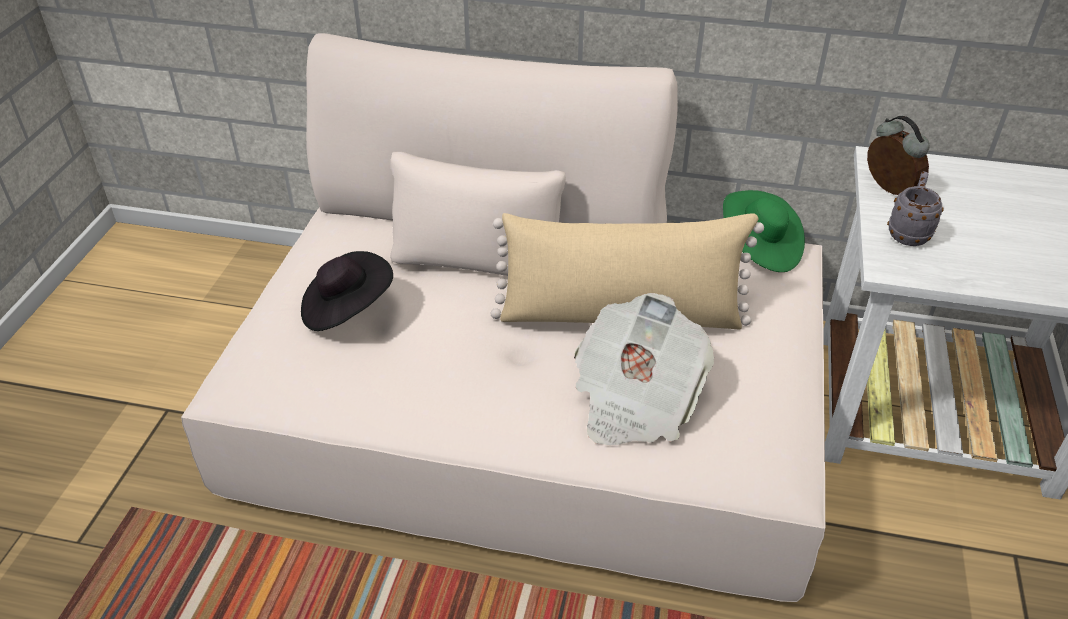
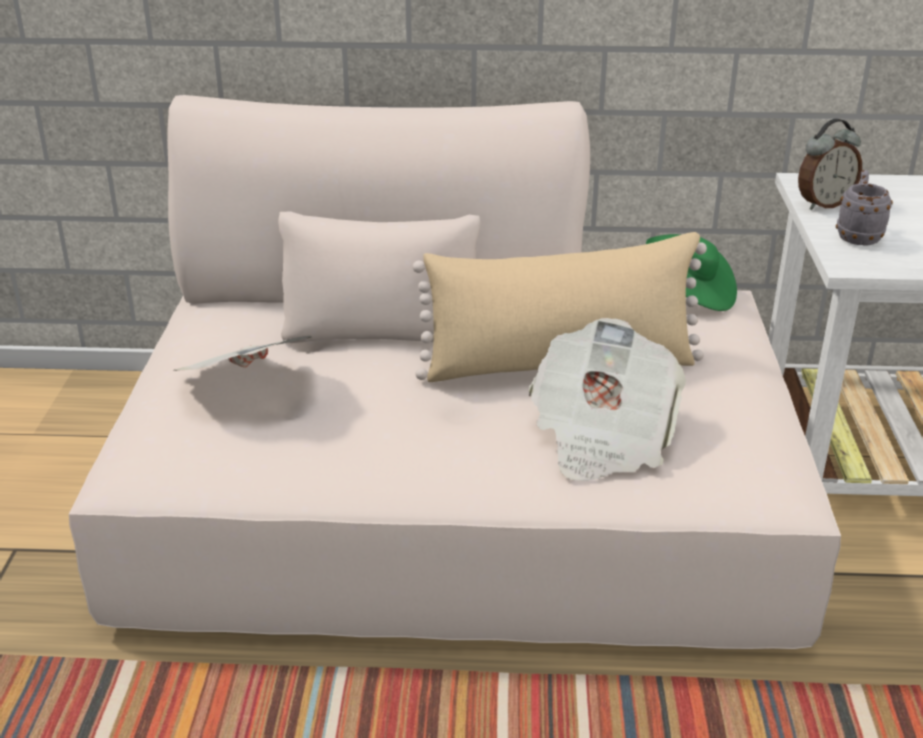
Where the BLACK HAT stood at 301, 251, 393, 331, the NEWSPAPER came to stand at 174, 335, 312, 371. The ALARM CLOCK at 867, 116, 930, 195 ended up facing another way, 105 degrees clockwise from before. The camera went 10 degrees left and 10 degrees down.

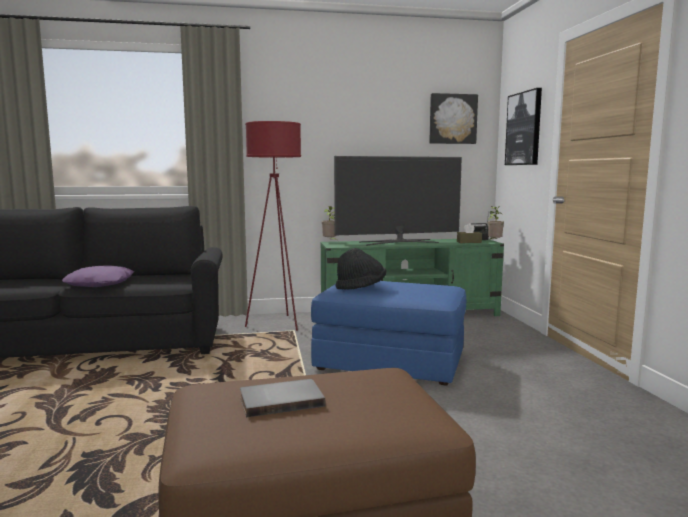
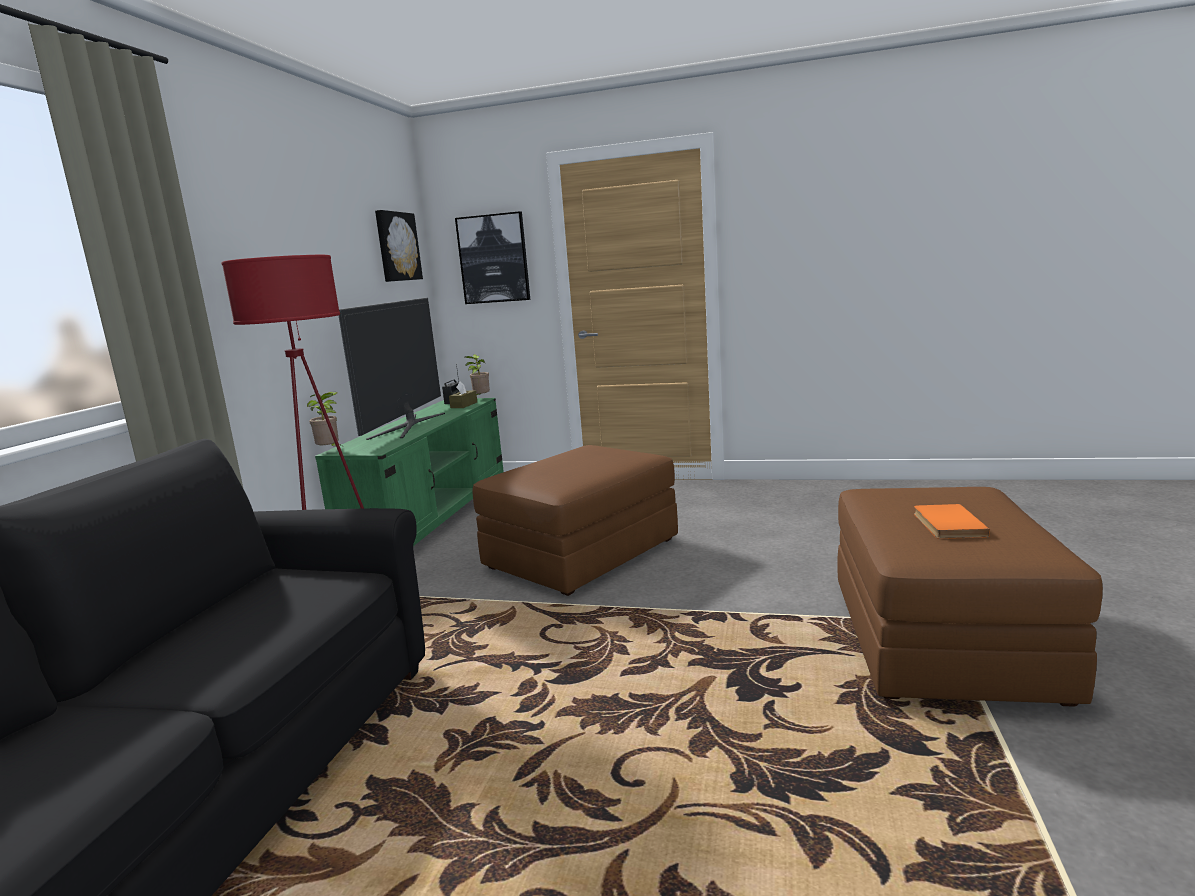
The second view lost the PURPLE PILLOW at 62, 265, 134, 287. The second view lost the BLACK HAT at 335, 248, 386, 290. What was the GREY BOOK at 240, 379, 325, 417 turned into the ORANGE BOOK at 914, 504, 990, 539. What was the BLUE OTTOMAN at 311, 281, 466, 386 turned into the BROWN OTTOMAN at 473, 445, 678, 596. The camera went 65 degrees left and 5 degrees up.

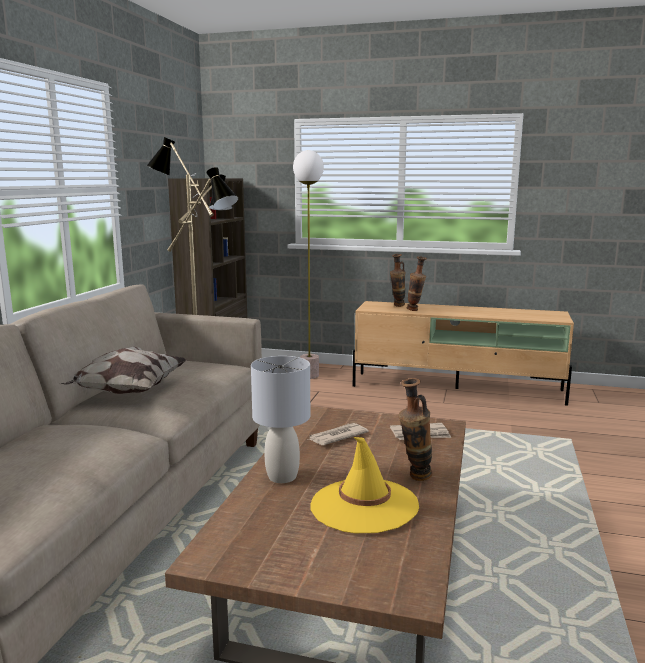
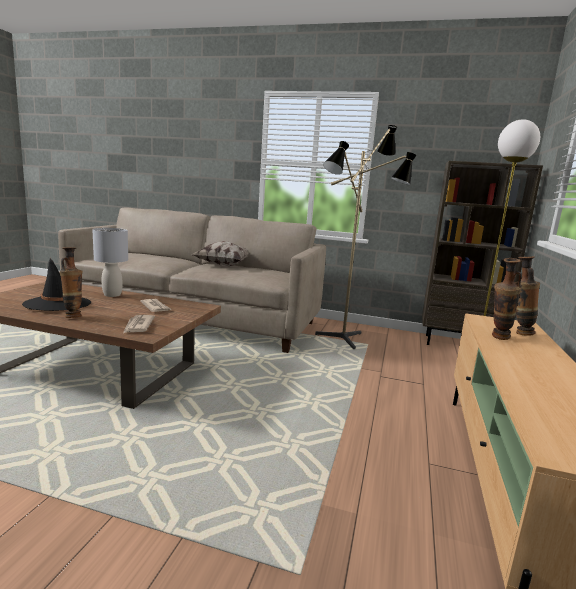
What was the YELLOW HAT at 311, 437, 419, 533 turned into the BLACK HAT at 22, 258, 91, 311. The camera went 90 degrees right and 0 degrees up.

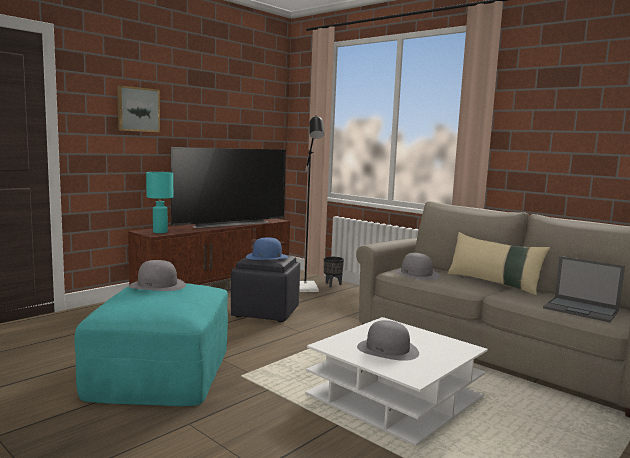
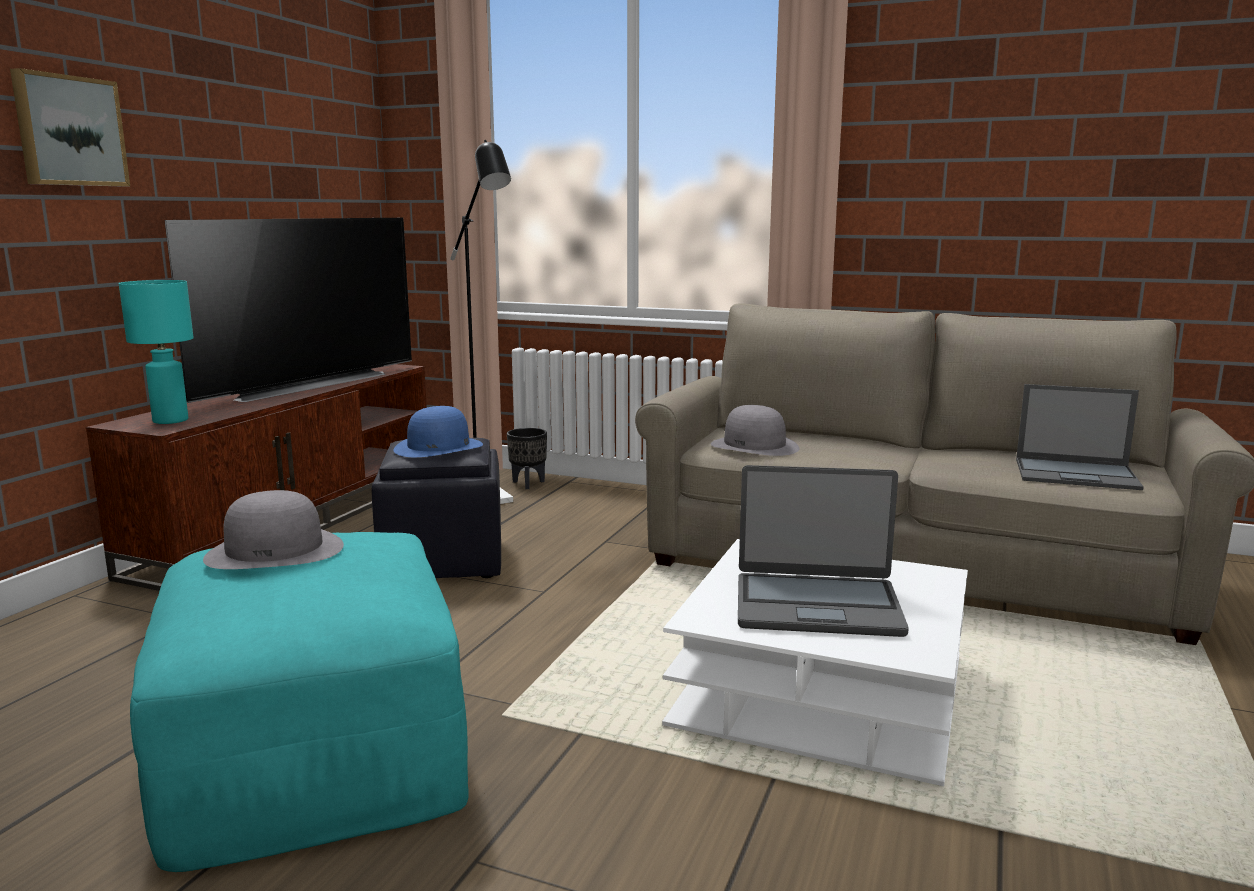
The second view lost the BEIGE PILLOW at 448, 232, 550, 295. Where the GREY HAT stood at 357, 320, 419, 361, the LAPTOP came to stand at 738, 465, 909, 637. The camera went 20 degrees left and 5 degrees up.

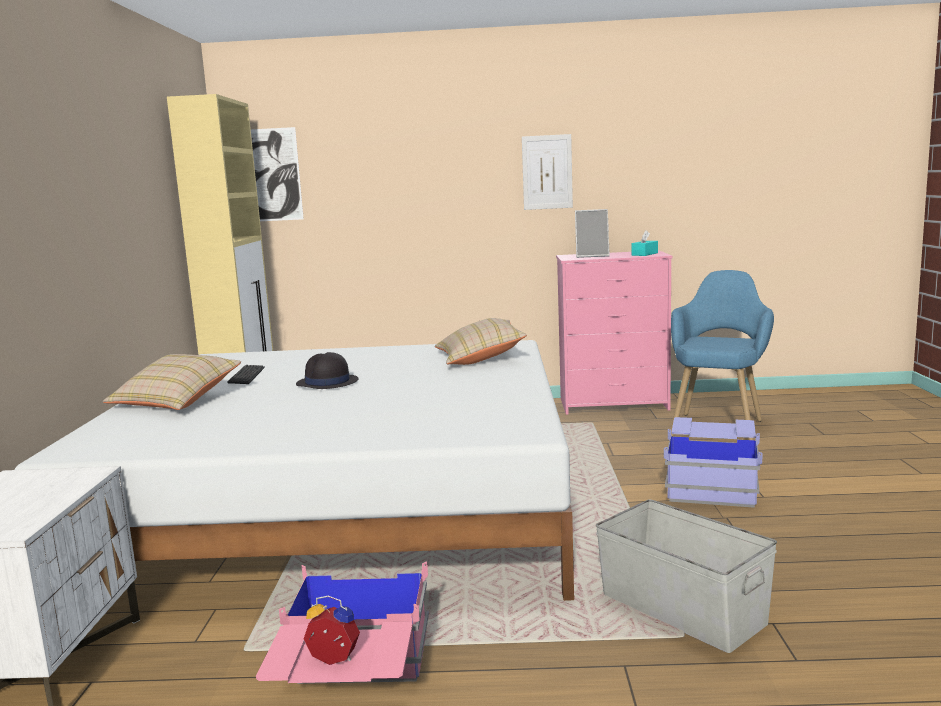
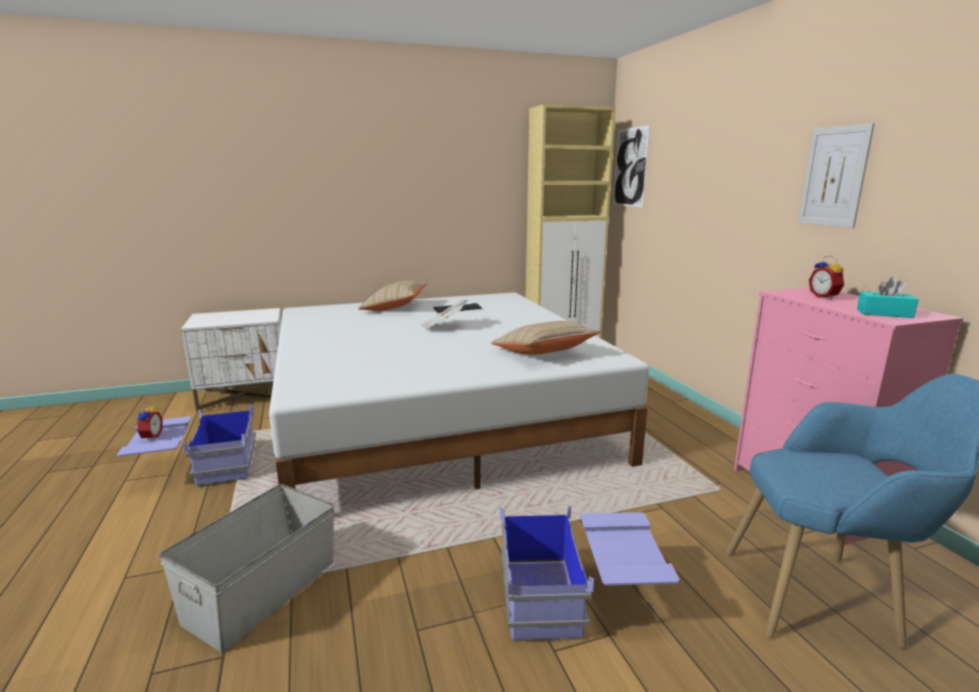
Where the BLACK HAT stood at 296, 352, 358, 389, the NEWSPAPER came to stand at 421, 299, 468, 329. Where the PICTURE FRAME stood at 575, 209, 610, 258, the ALARM CLOCK came to stand at 809, 256, 844, 299. What was the PINK STORAGE BOX at 256, 561, 429, 684 turned into the BLUE STORAGE BOX at 117, 404, 256, 487. The camera went 70 degrees right and 5 degrees up.

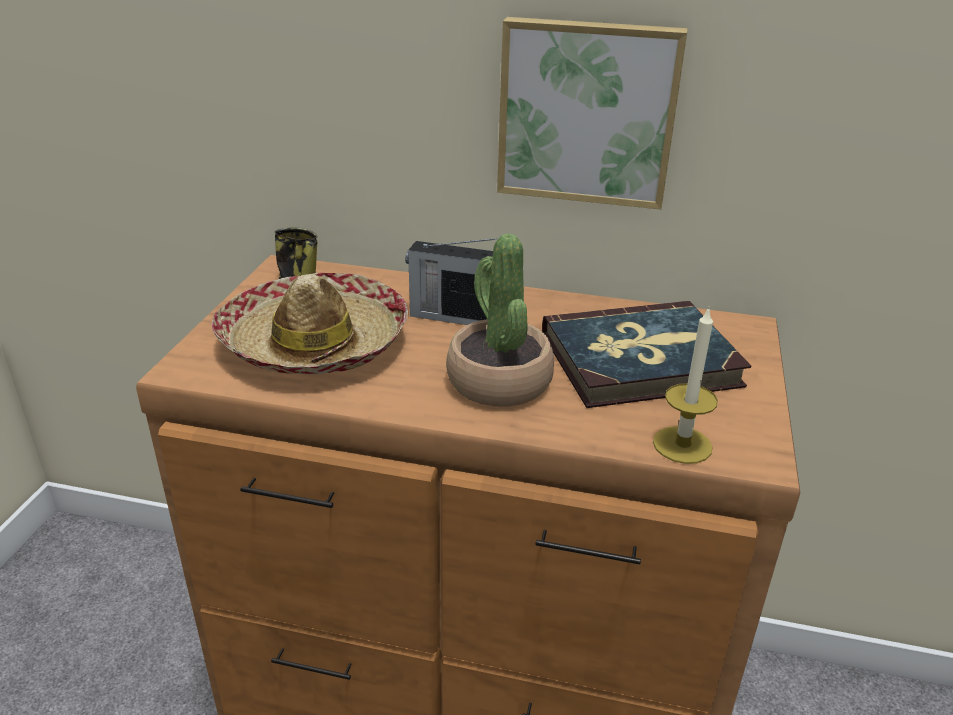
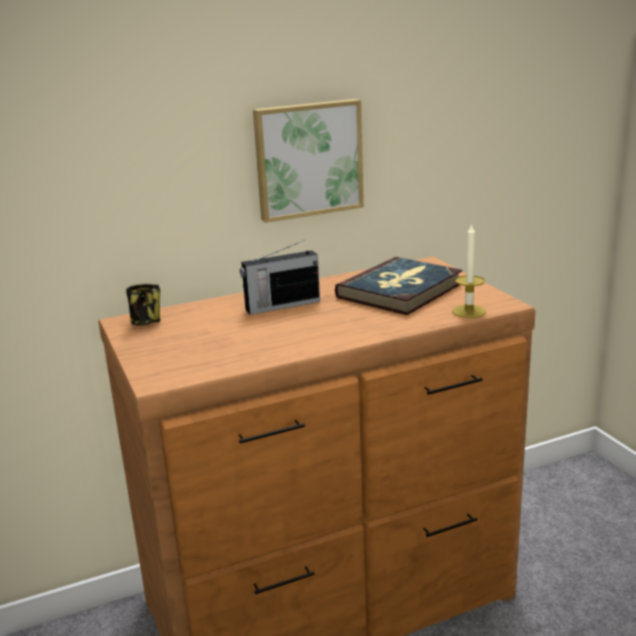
The second view lost the HAT at 212, 273, 408, 374. The second view lost the POTTED PLANT at 446, 234, 554, 406. The camera went 35 degrees left and 10 degrees down.

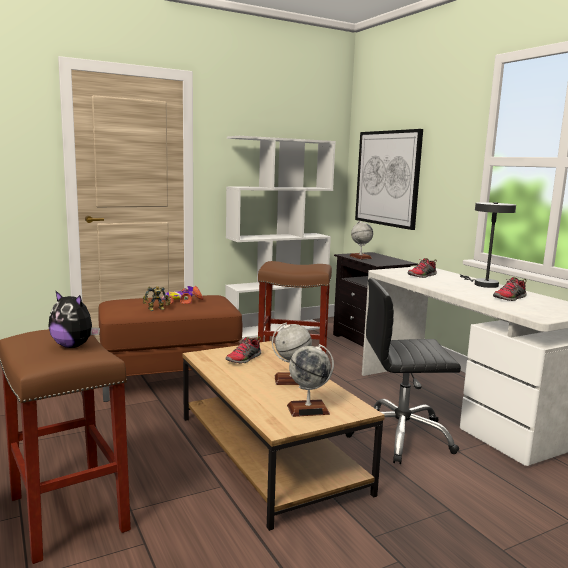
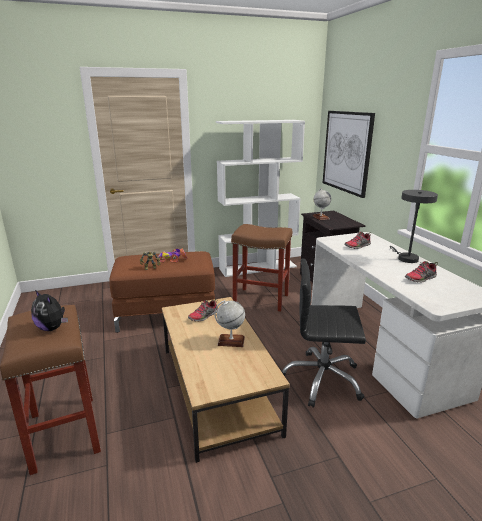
The second view lost the GLOBE at 287, 344, 334, 417. The camera went 10 degrees right and 10 degrees up.

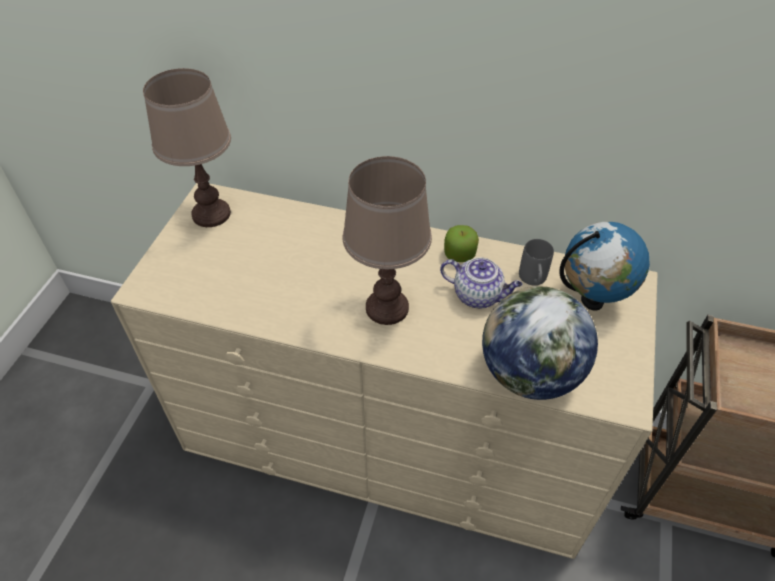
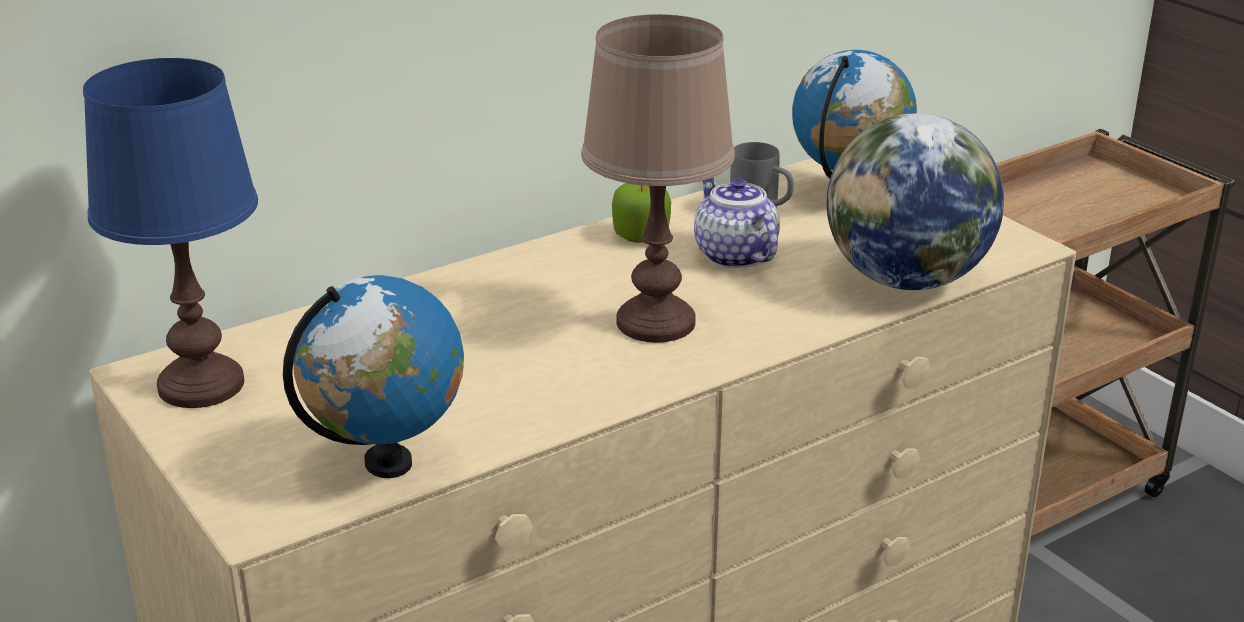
The second view gained the GLOBE at 283, 275, 464, 478. What was the BROWN TABLE LAMP at 143, 68, 231, 227 turned into the BLUE TABLE LAMP at 83, 58, 258, 408. The TEAPOT at 440, 257, 522, 308 ended up facing another way, 90 degrees counterclockwise from before. The camera went 50 degrees left and 20 degrees down.

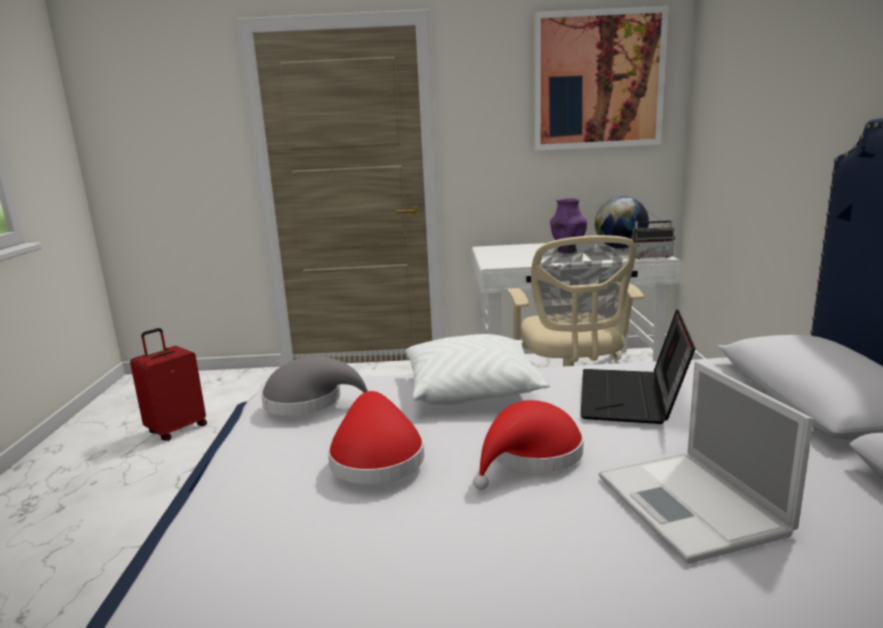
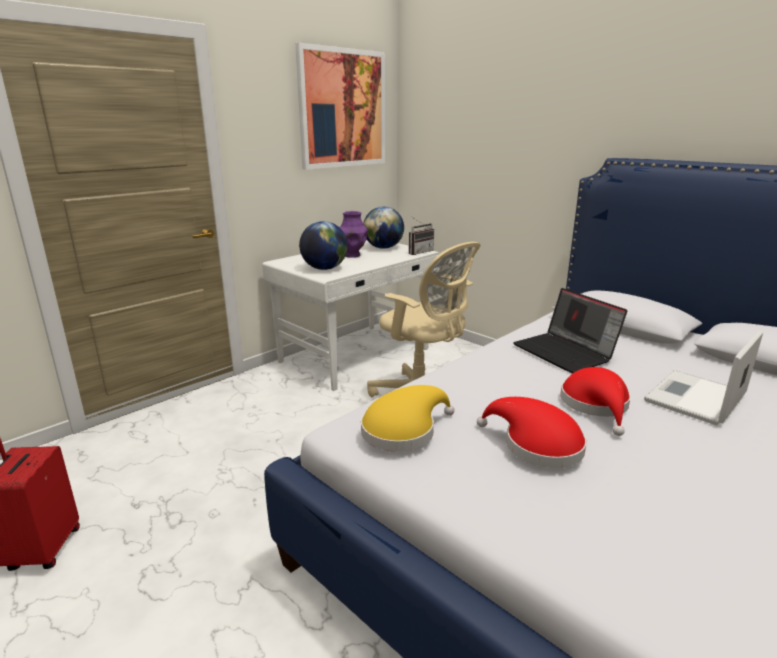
The second view lost the WHITE PILLOW at 406, 334, 550, 405. The second view gained the GLOBE at 299, 221, 348, 270. What was the GREY HAT at 261, 356, 368, 415 turned into the YELLOW HAT at 361, 385, 455, 452. The LAPTOP at 599, 361, 814, 564 ended up facing another way, 105 degrees clockwise from before. The camera went 45 degrees left and 5 degrees up.

